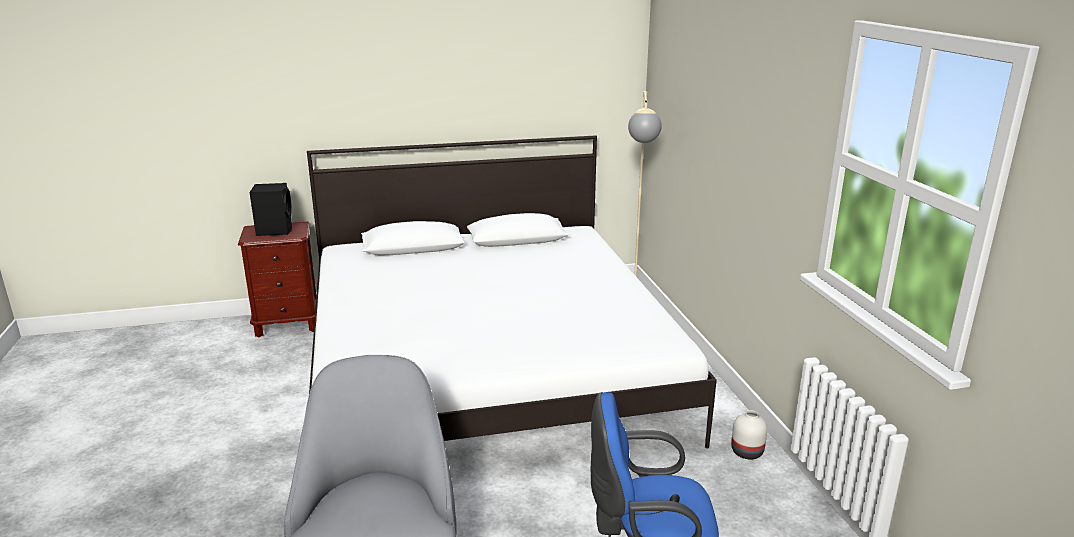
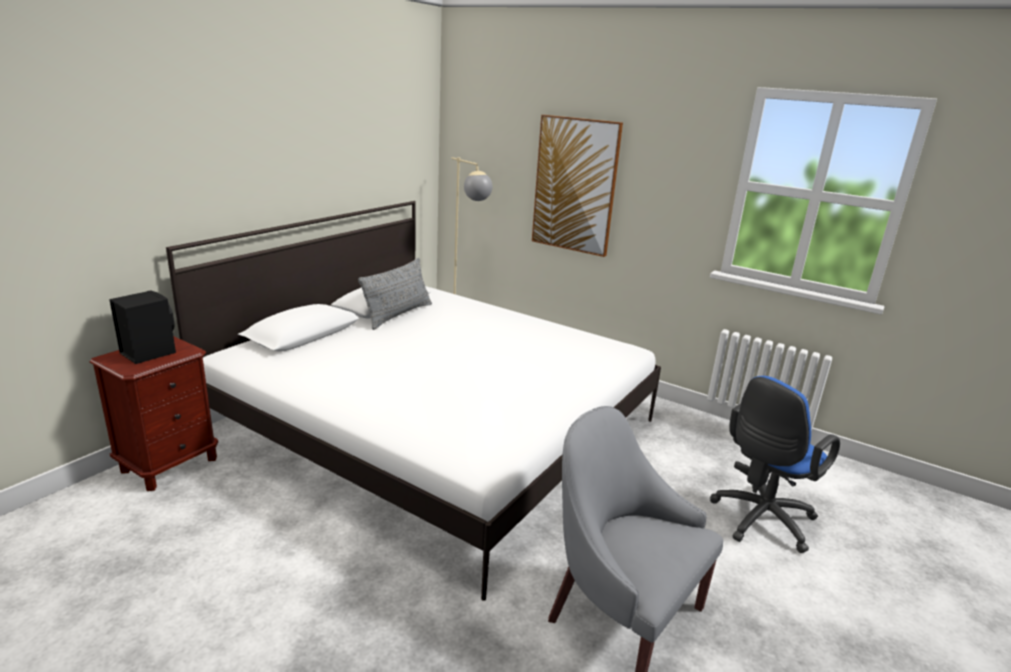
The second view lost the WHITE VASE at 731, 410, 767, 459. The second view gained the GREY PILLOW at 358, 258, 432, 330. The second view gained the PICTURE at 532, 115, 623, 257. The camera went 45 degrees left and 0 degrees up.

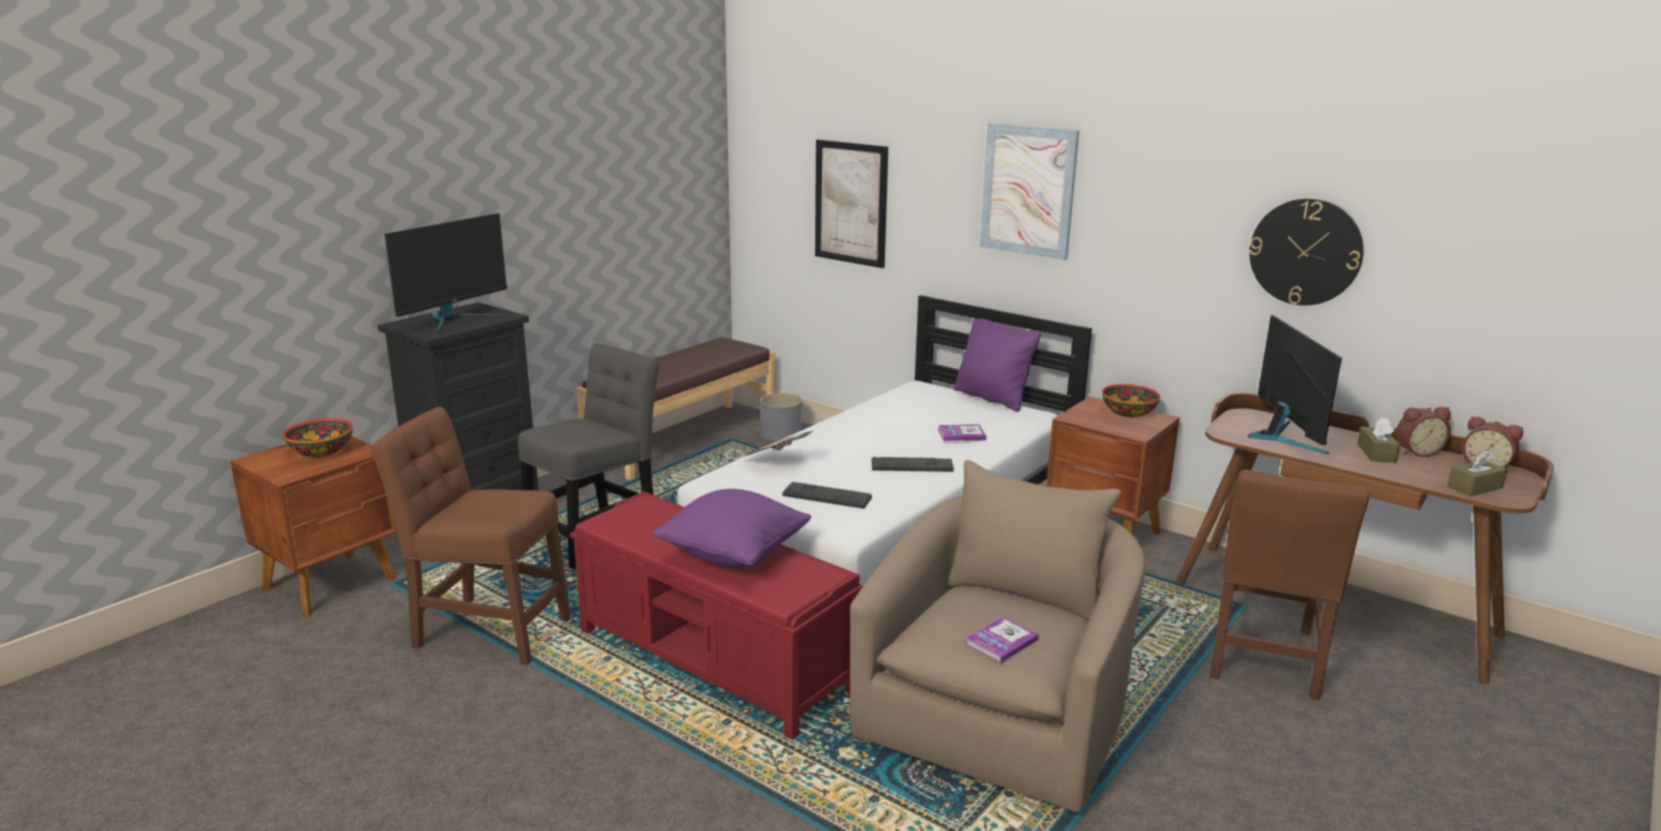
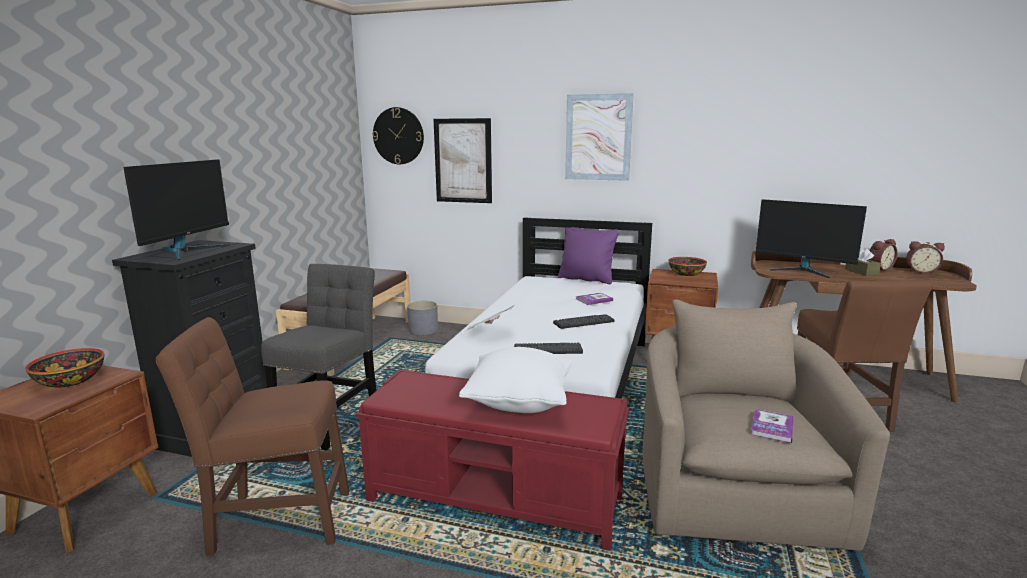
The second view lost the BROWN TISSUE BOX at 1447, 450, 1507, 496. The WALL CLOCK ended up elsewhere, having gone from 1249, 198, 1364, 305 to 372, 107, 424, 164. What was the PURPLE PILLOW at 653, 489, 811, 569 turned into the WHITE PILLOW at 459, 347, 572, 413. The MONITOR at 1248, 315, 1342, 454 ended up facing another way, 150 degrees clockwise from before. The camera went 20 degrees left and 5 degrees down.

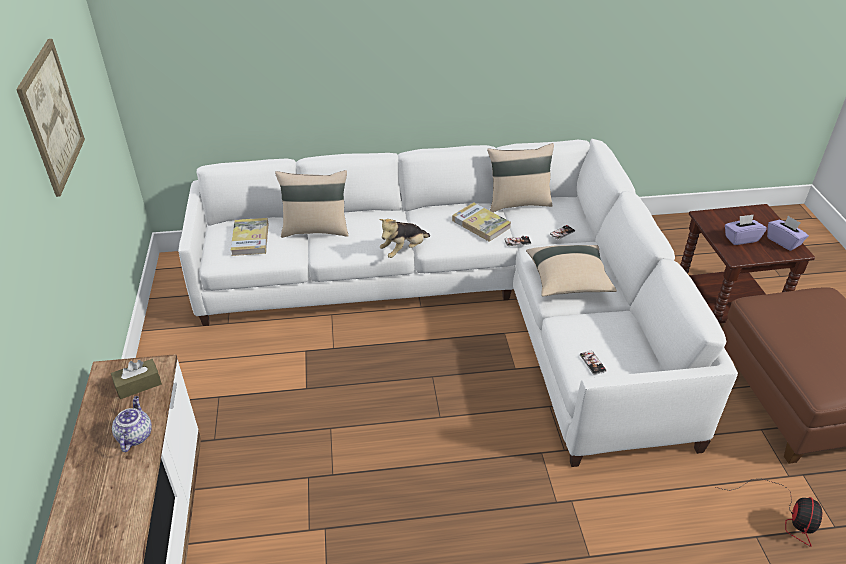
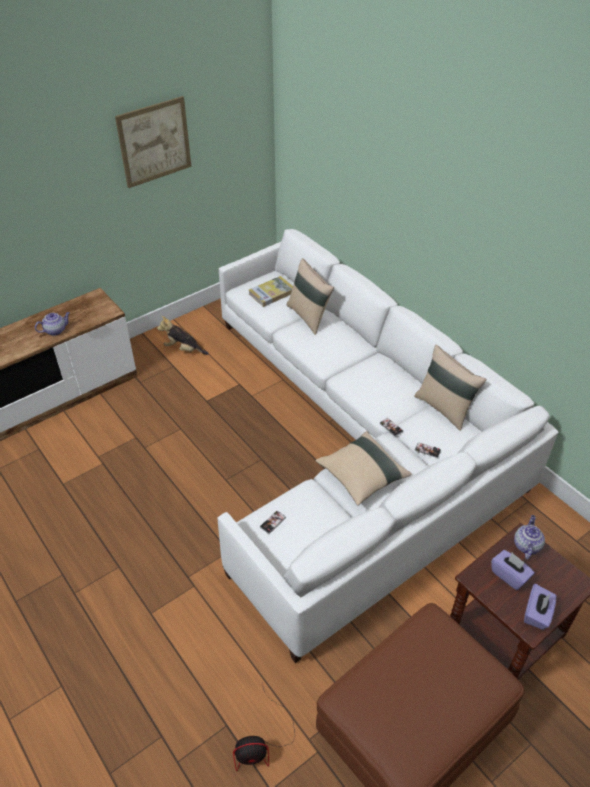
The second view lost the BROWN TISSUE BOX at 111, 359, 162, 399. The second view lost the BOOK at 452, 203, 511, 242. The second view gained the TEAPOT at 514, 515, 545, 559. The PLUSH TOY ended up elsewhere, having gone from 379, 219, 430, 258 to 157, 316, 209, 355. The camera went 60 degrees right and 5 degrees up.

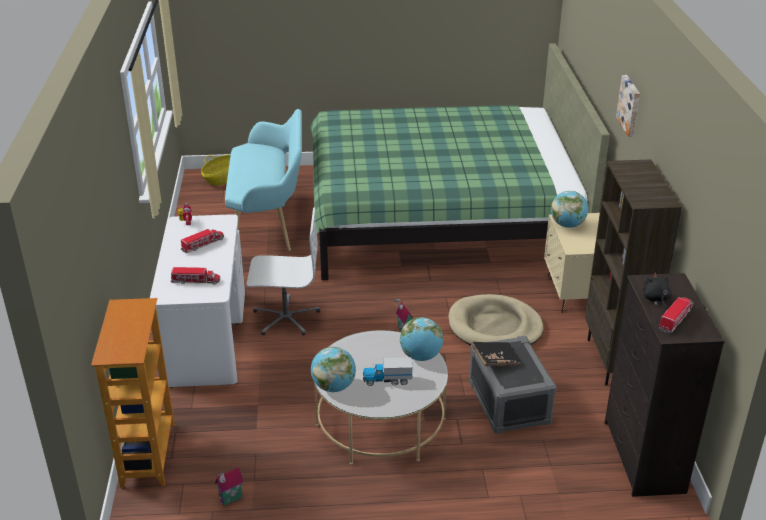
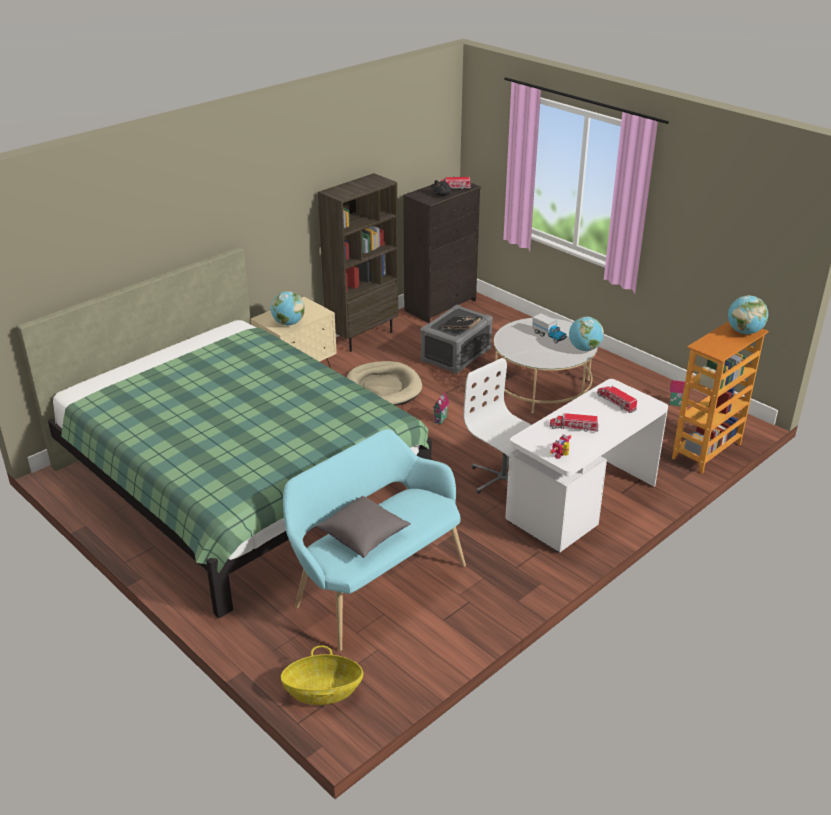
The second view lost the PICTURE at 616, 75, 640, 137. The second view gained the GREY PILLOW at 317, 496, 411, 558. The GLOBE ended up elsewhere, having gone from 400, 317, 443, 361 to 728, 295, 768, 334. The camera went 130 degrees left and 0 degrees up.

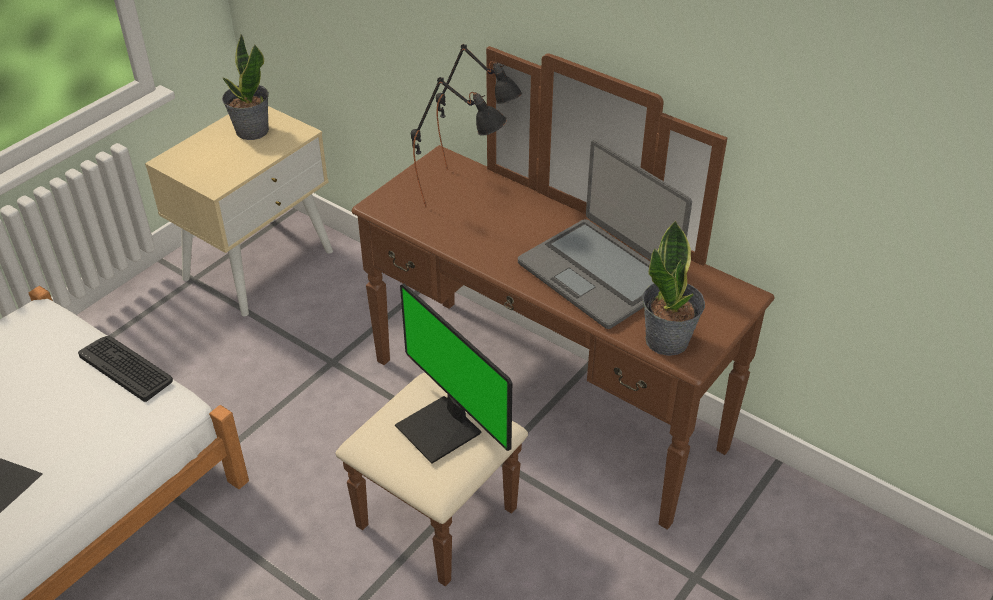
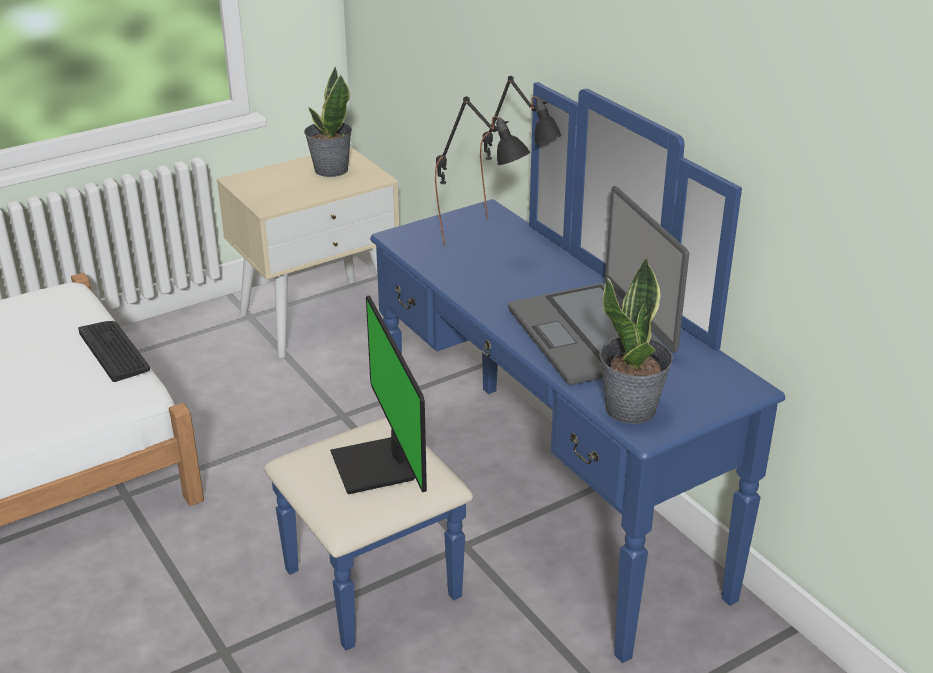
What was the BROWN DRESSER at 336, 46, 775, 586 turned into the BLUE DRESSER at 264, 82, 785, 663. The camera went 20 degrees right and 10 degrees down.

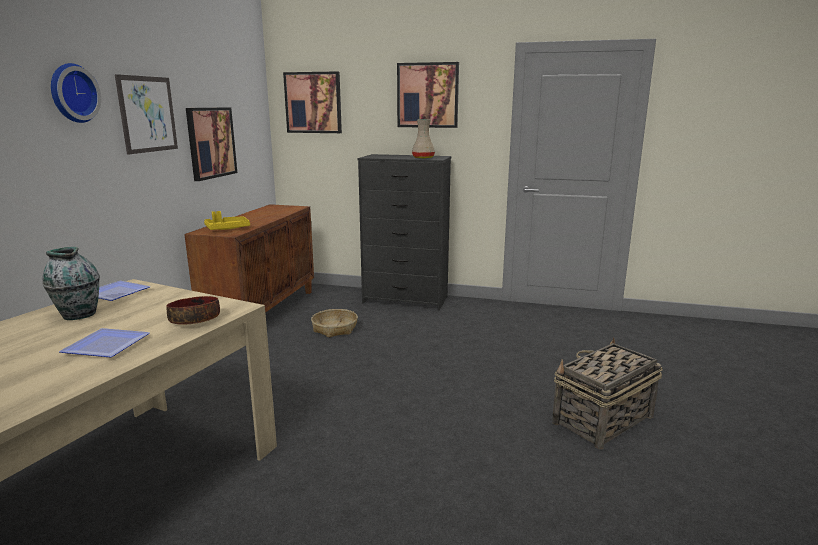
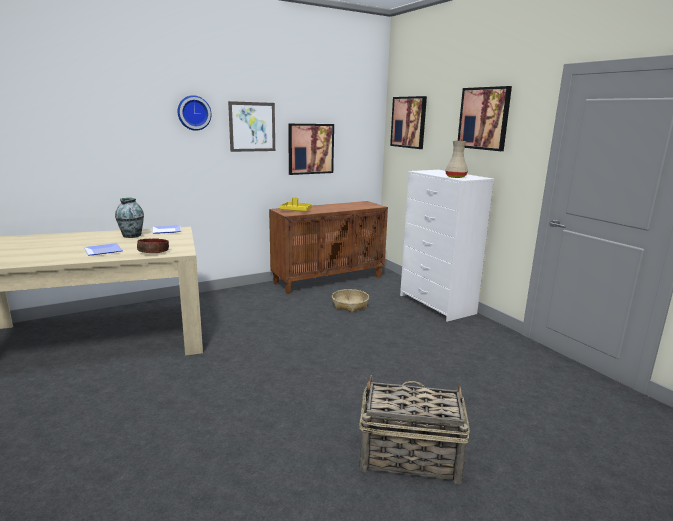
What was the BLACK DRESSER at 357, 154, 451, 311 turned into the WHITE DRESSER at 400, 170, 494, 322. The camera went 45 degrees right and 0 degrees up.

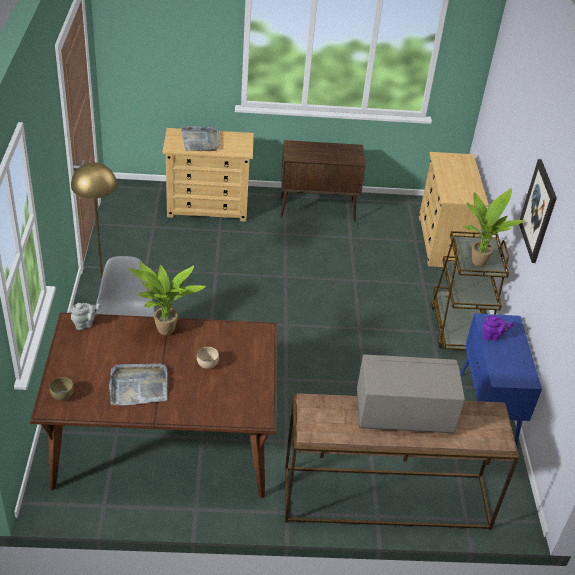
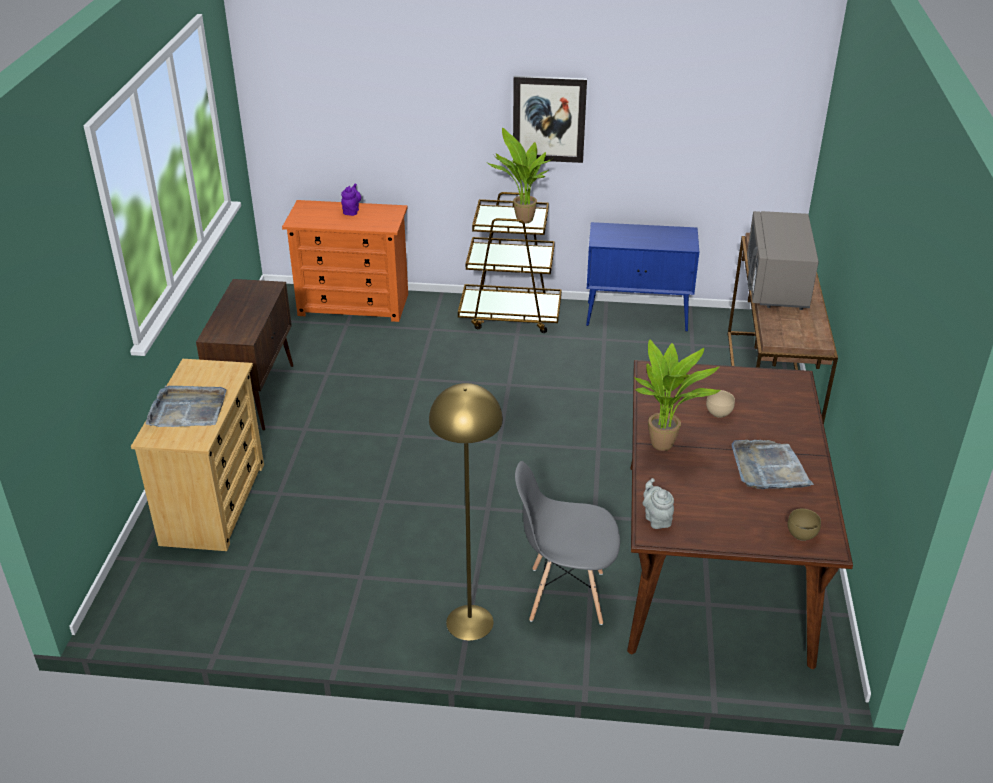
The PURPLE TEAPOT ended up elsewhere, having gone from 483, 315, 513, 341 to 341, 183, 361, 216. What was the BEIGE DRESSER at 419, 152, 489, 267 turned into the ORANGE DRESSER at 282, 200, 408, 322. The camera went 80 degrees left and 5 degrees down.

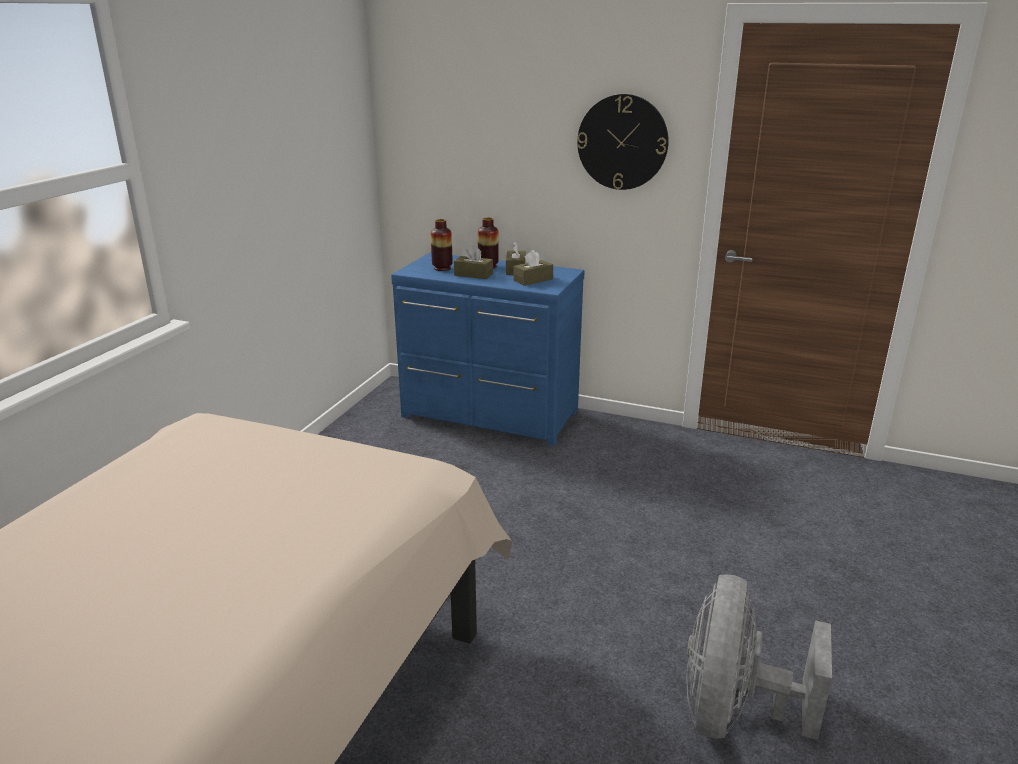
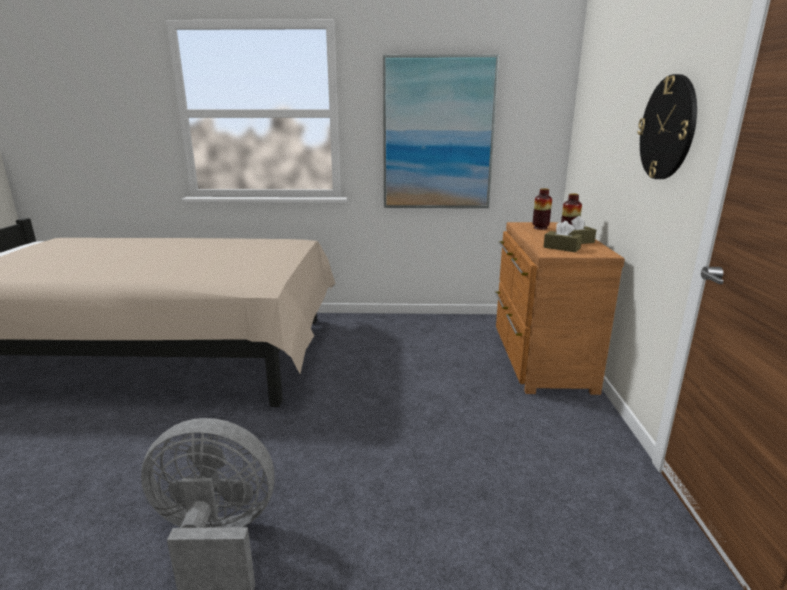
The second view lost the BROWN TISSUE BOX at 454, 246, 493, 279. The second view gained the PICTURE at 383, 54, 499, 208. What was the BLUE DRESSER at 391, 252, 585, 446 turned into the BROWN DRESSER at 495, 222, 625, 395. The camera went 70 degrees right and 5 degrees down.

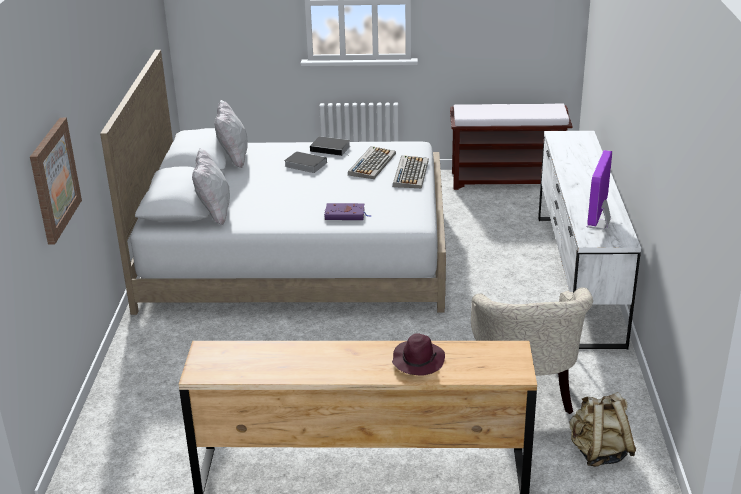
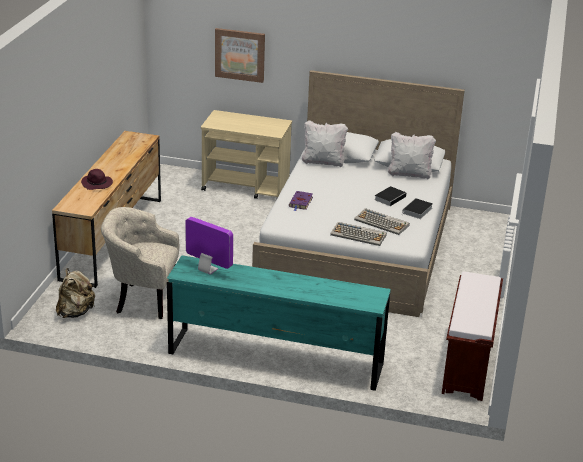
The second view gained the BEIGE CART at 201, 110, 292, 200. What was the WHITE DRESSER at 538, 131, 641, 350 turned into the TURQUOISE DRESSER at 167, 255, 391, 391. The camera went 100 degrees right and 0 degrees up.

